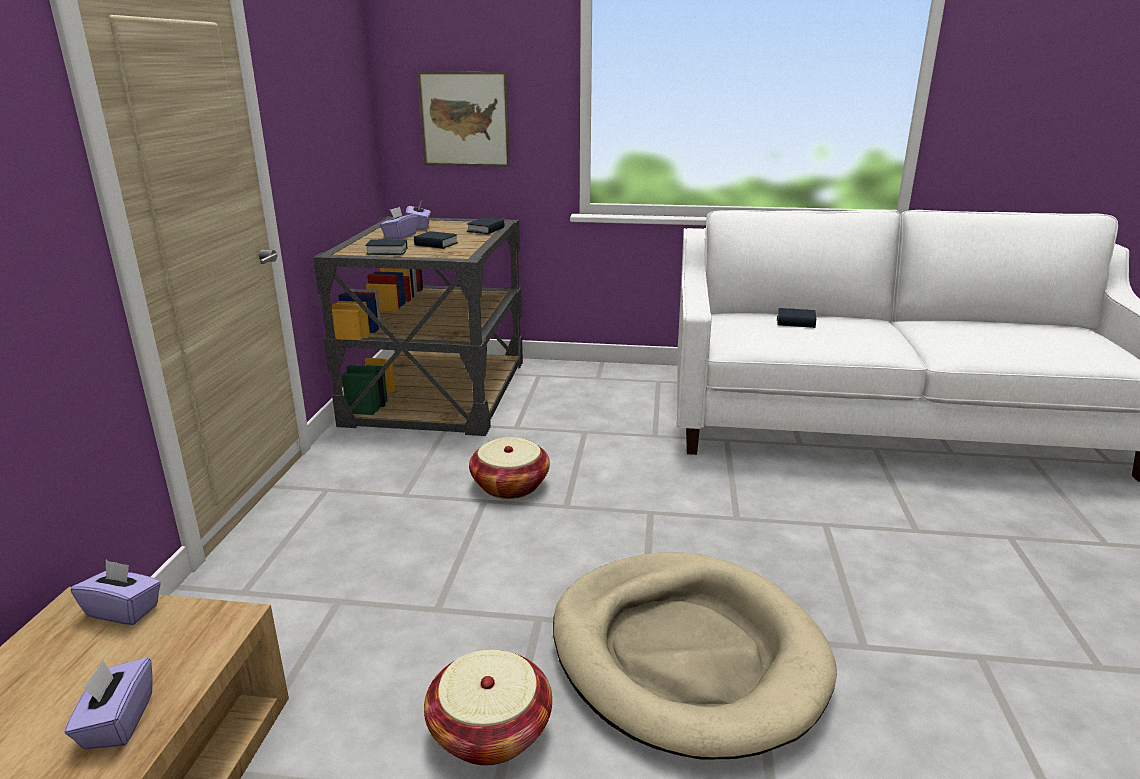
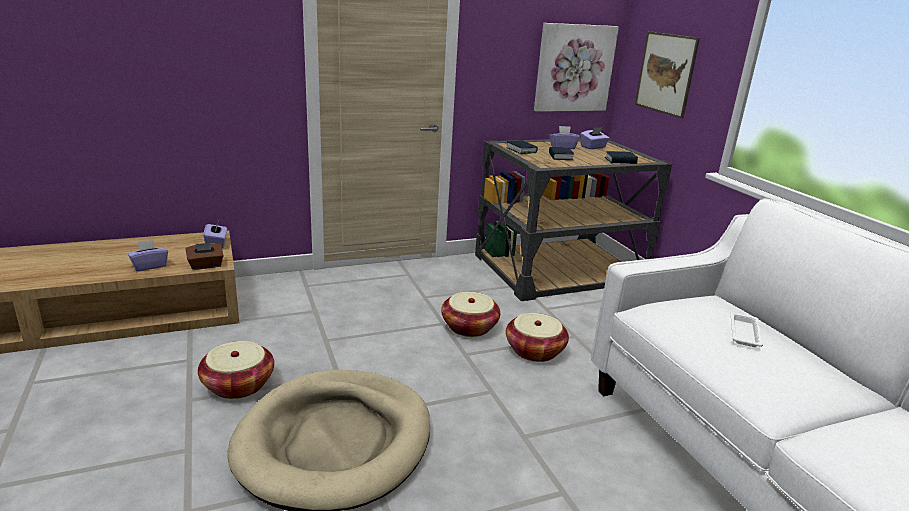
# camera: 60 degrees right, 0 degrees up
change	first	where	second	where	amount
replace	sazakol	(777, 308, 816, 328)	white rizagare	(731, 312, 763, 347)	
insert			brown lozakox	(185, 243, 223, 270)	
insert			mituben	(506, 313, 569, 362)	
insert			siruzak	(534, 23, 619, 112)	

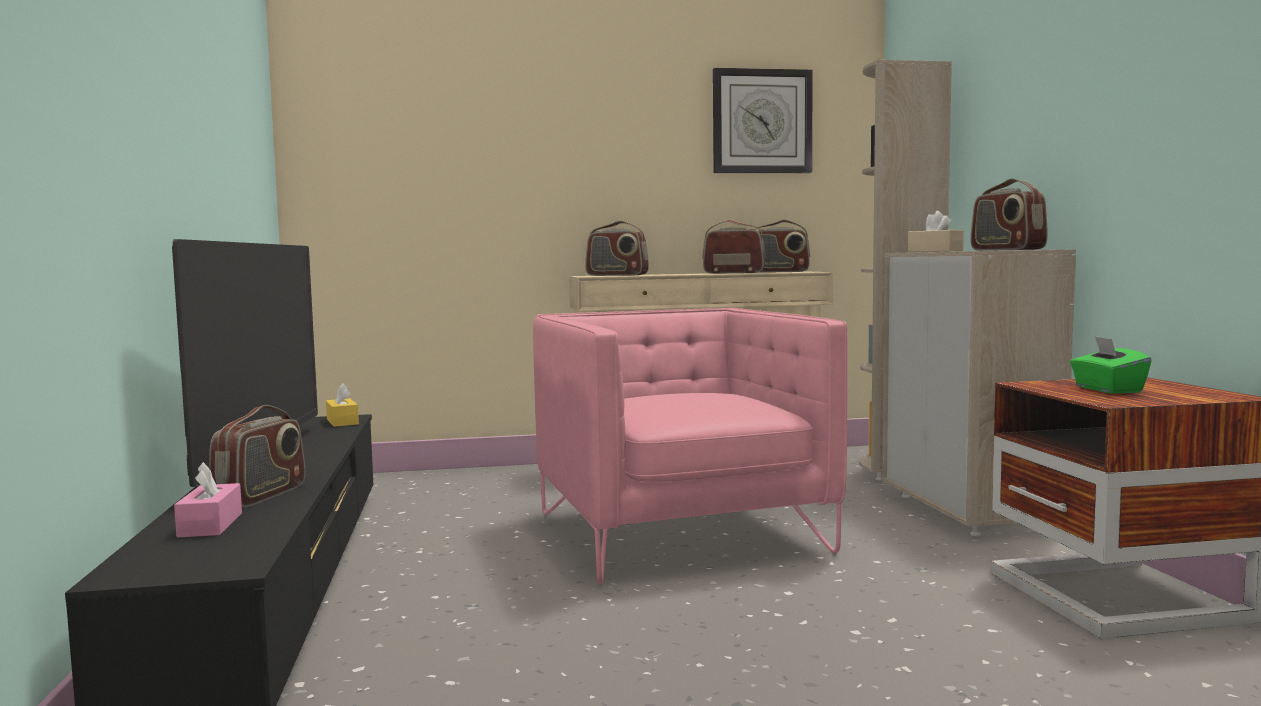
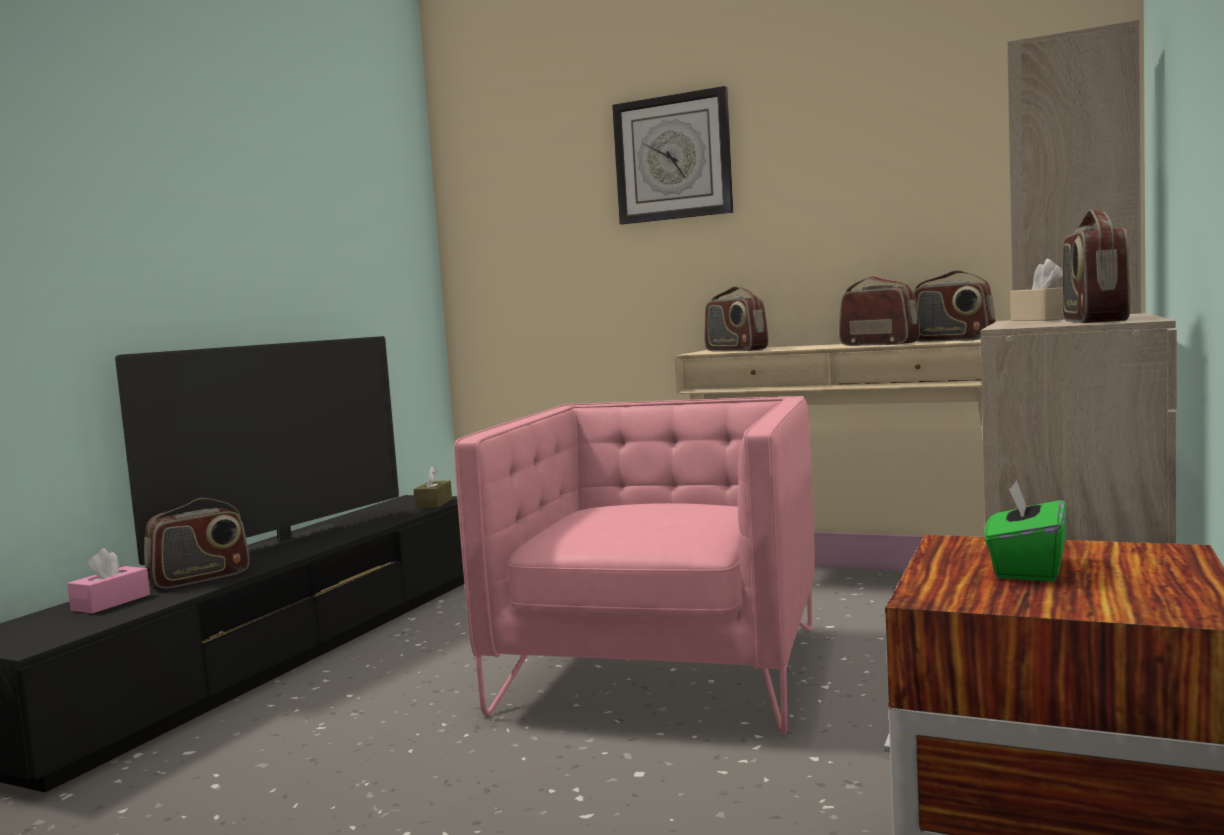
# camera: 35 degrees right, 0 degrees up
change	first	where	second	where	amount
recolor	yellow lozakox	(326, 383, 359, 427)	brown lozakox	(414, 466, 452, 509)	
move	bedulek	(713, 68, 813, 173)		(612, 86, 733, 225)	

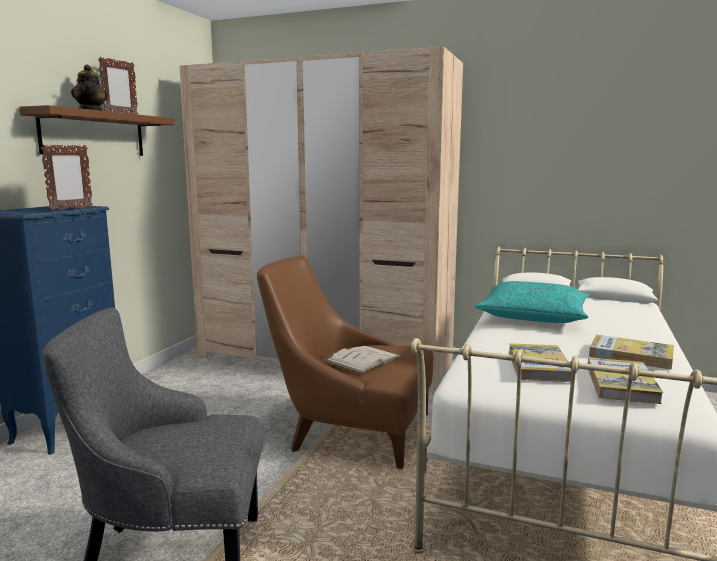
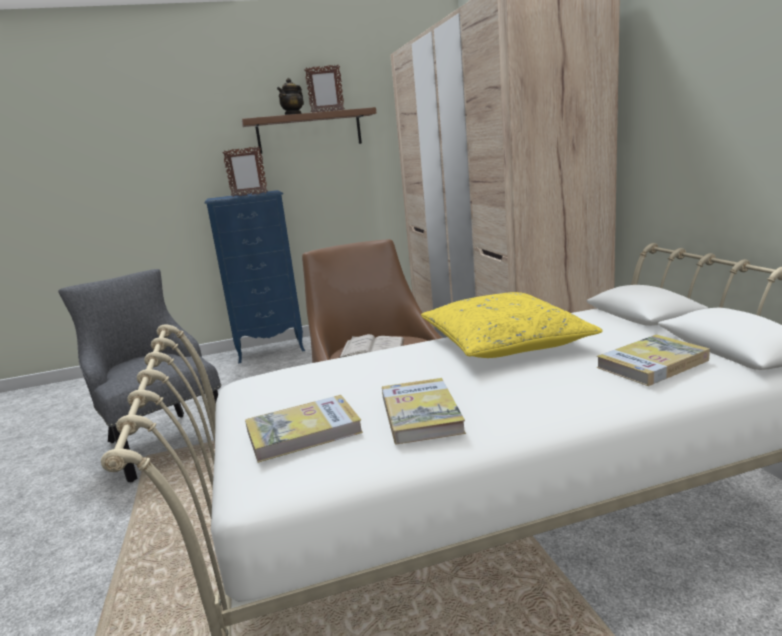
# camera: 55 degrees right, 5 degrees up
change	first	where	second	where	amount
recolor	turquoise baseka	(475, 281, 589, 323)	yellow baseka	(421, 292, 603, 358)	
move	sazakol	(508, 343, 572, 382)		(596, 334, 710, 386)	

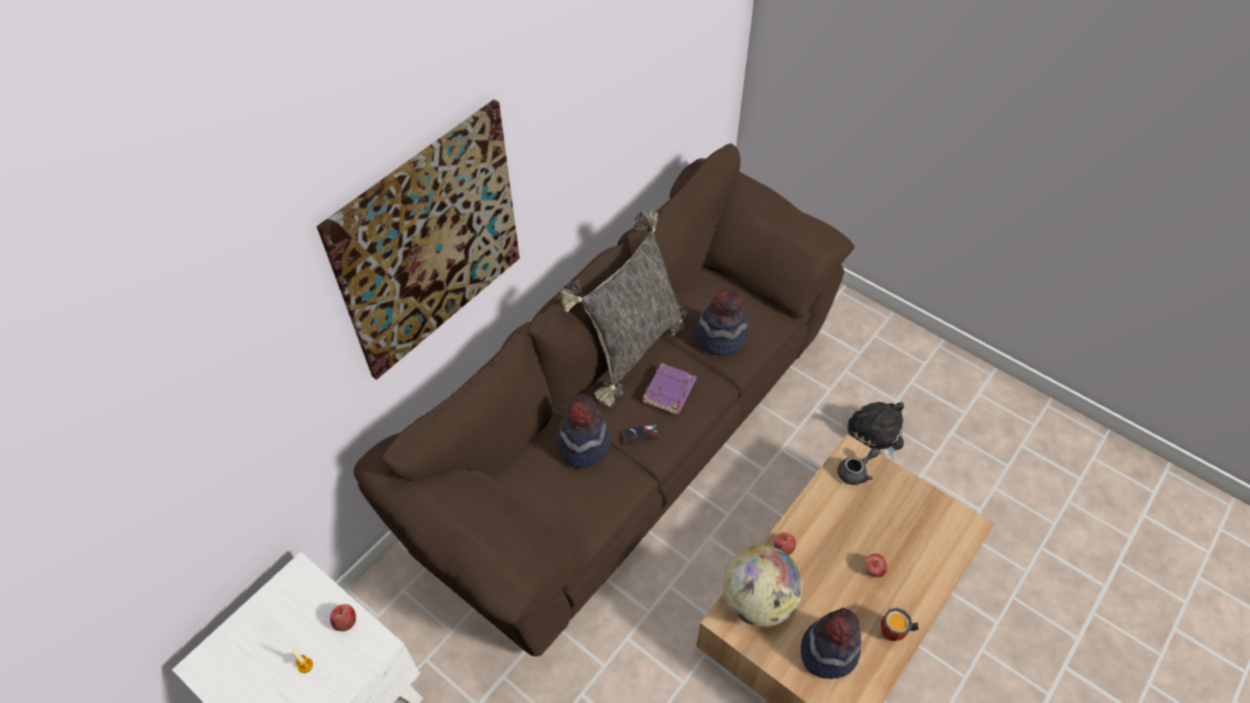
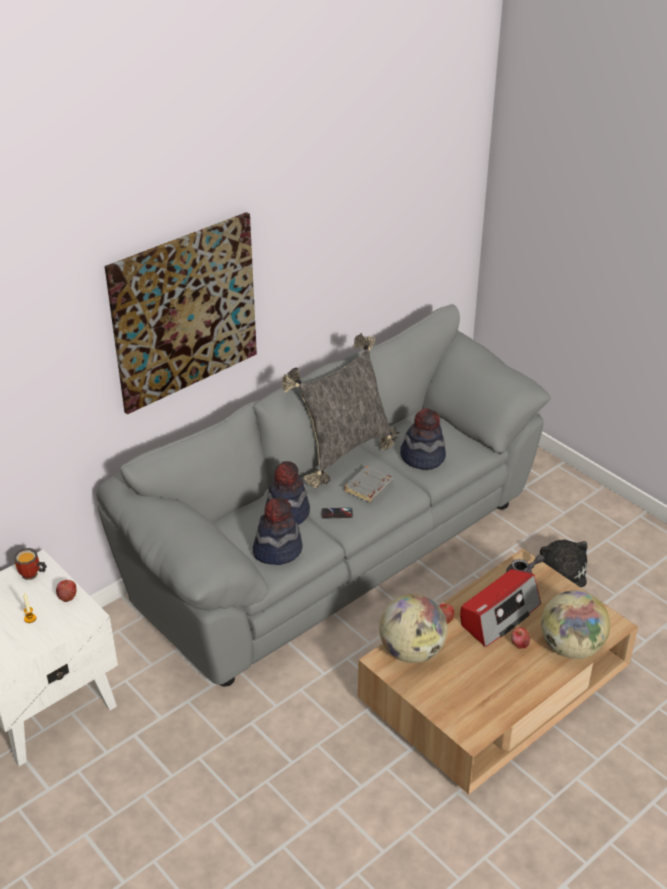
# camera: 10 degrees right, 15 degrees down
change	first	where	second	where	amount
recolor	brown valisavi	(354, 144, 855, 657)	grey valisavi	(96, 304, 551, 687)	
recolor	purple sazakol	(643, 363, 697, 415)	grey sazakol	(344, 466, 394, 503)	
move	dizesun	(801, 608, 861, 679)		(253, 497, 303, 565)	
move	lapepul	(881, 608, 919, 641)		(14, 548, 47, 580)	
insert			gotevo	(460, 569, 541, 647)	
insert			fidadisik	(541, 590, 610, 659)	

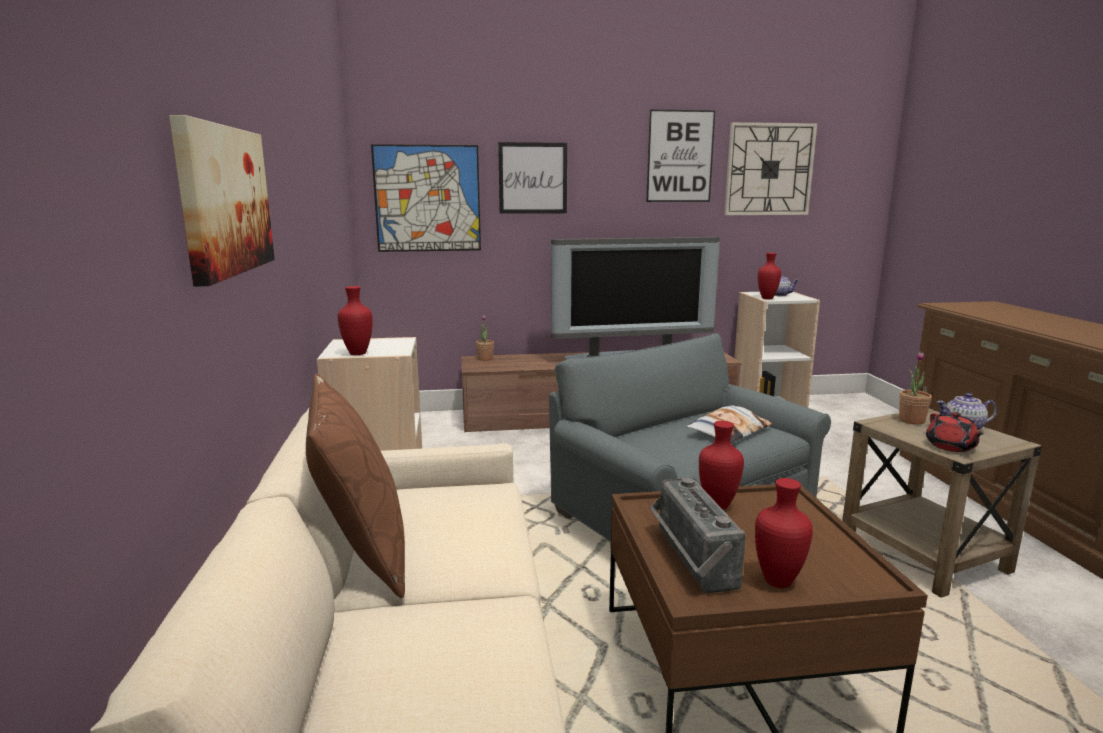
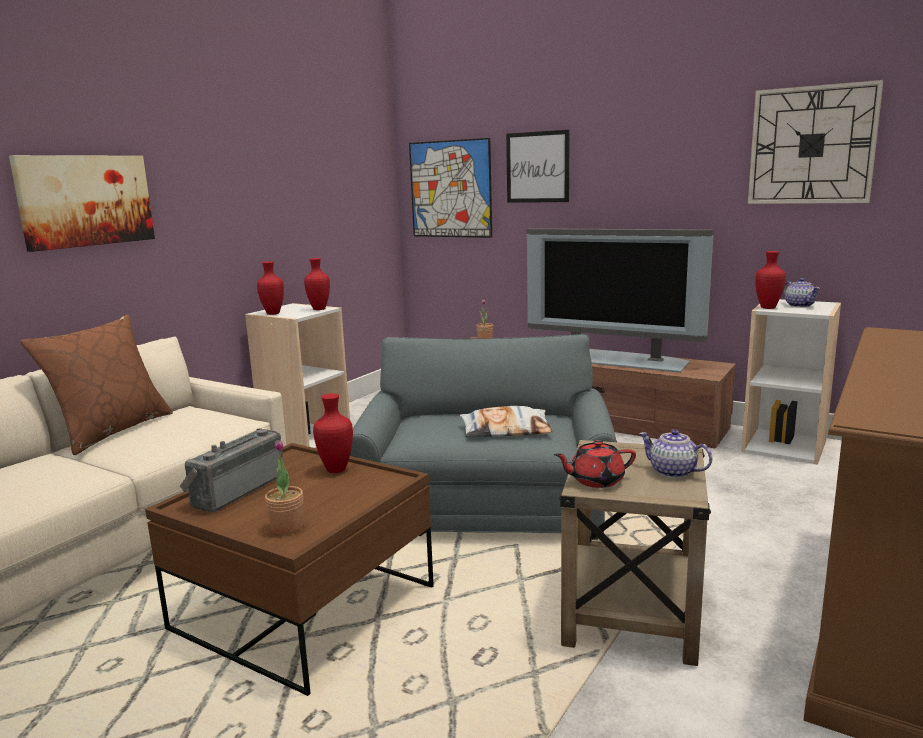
# camera: 40 degrees right, 0 degrees up
change	first	where	second	where	amount
delete	siruzak	(646, 109, 715, 202)			
move	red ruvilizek	(755, 478, 813, 588)		(304, 258, 330, 310)	
move	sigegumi	(899, 352, 932, 425)		(265, 439, 303, 535)	
rotate	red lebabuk	(926, 412, 984, 452)		(554, 440, 636, 488)	45 degrees clockwise

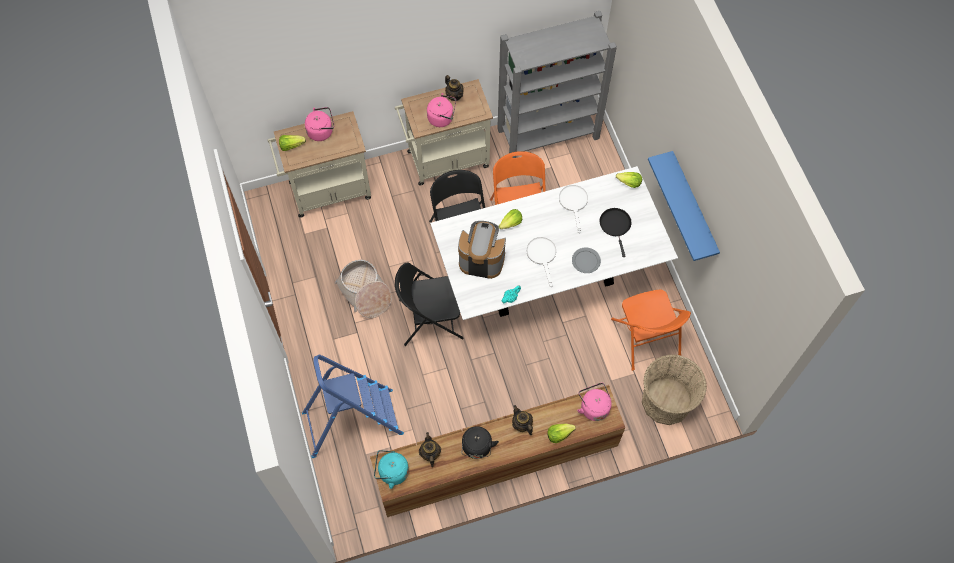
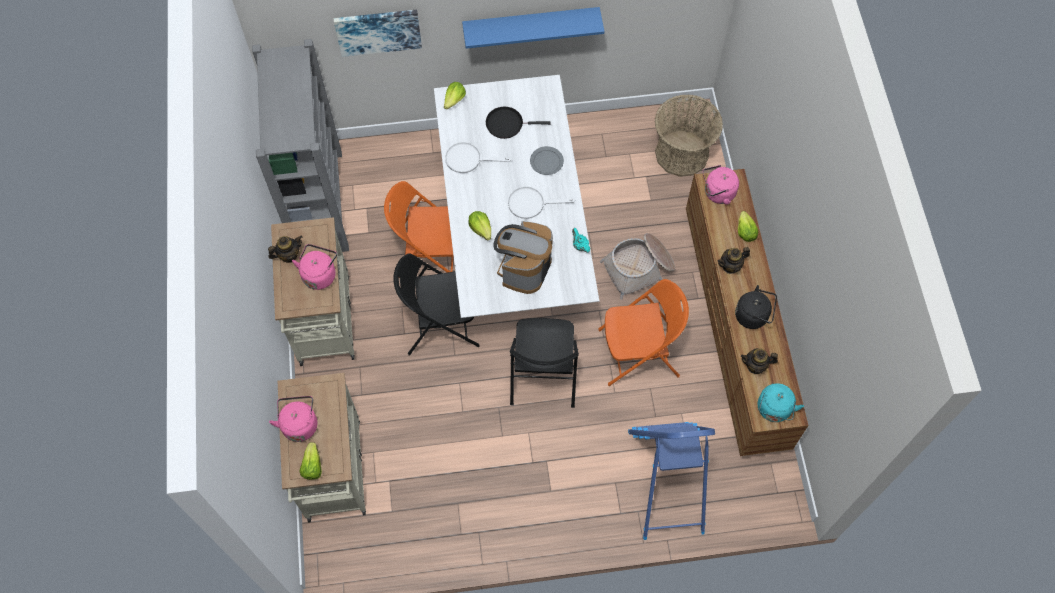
# camera: 80 degrees left, 0 degrees up
change	first	where	second	where	amount
move	mituben	(334, 260, 392, 318)		(600, 233, 675, 300)	
move	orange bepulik	(611, 290, 691, 371)		(598, 279, 689, 386)	
insert			siruzak	(334, 10, 422, 57)	

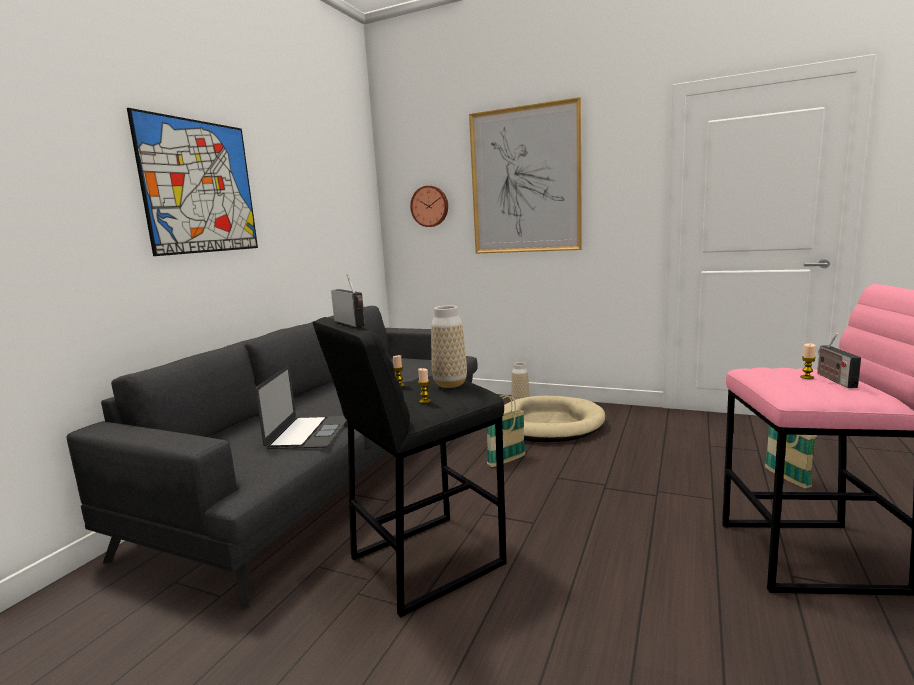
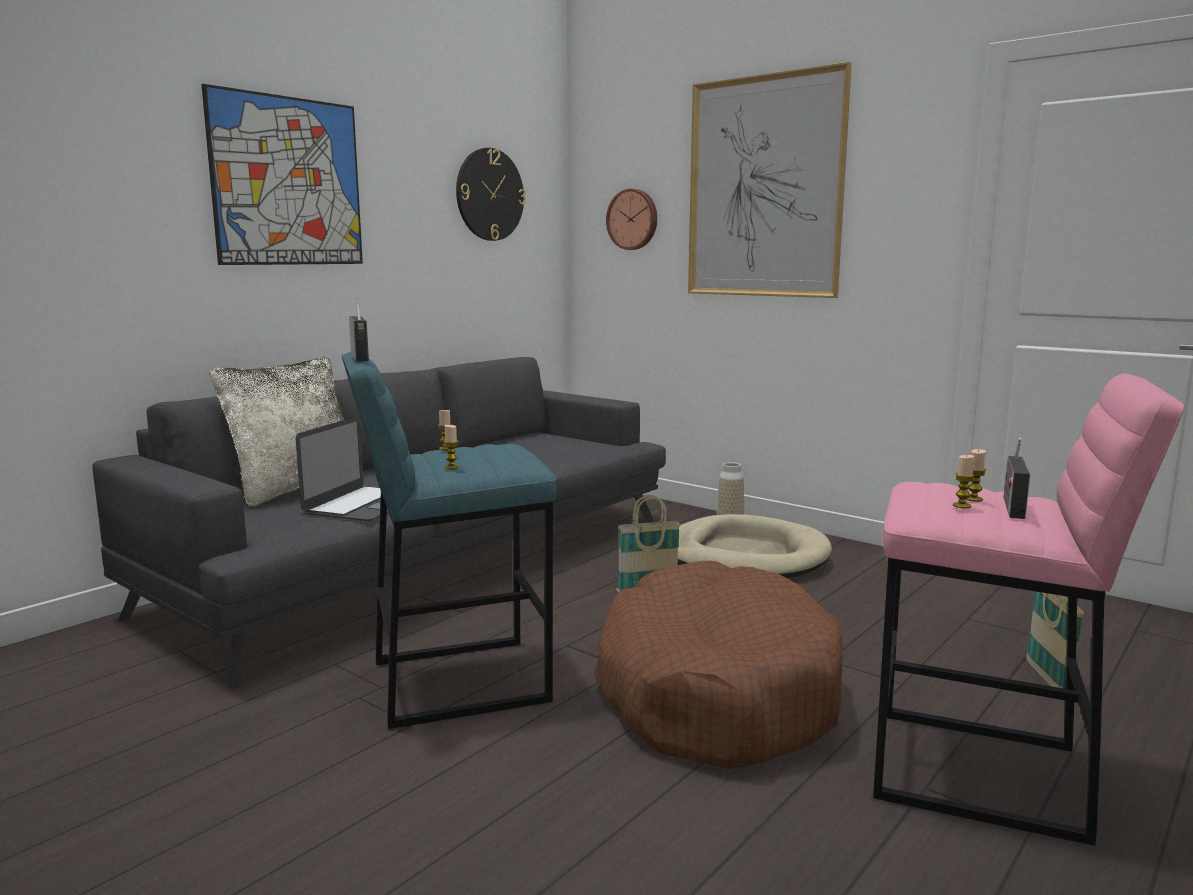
# camera: 15 degrees right, 0 degrees up
change	first	where	second	where	amount
recolor	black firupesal	(313, 317, 507, 618)	turquoise firupesal	(341, 352, 557, 729)	
delete	ruvilizek	(431, 305, 467, 388)			
insert			beige baseka	(209, 357, 344, 507)	
insert			bedulek	(456, 148, 526, 241)	
insert			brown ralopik	(594, 561, 843, 769)	
insert			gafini	(953, 455, 975, 508)	

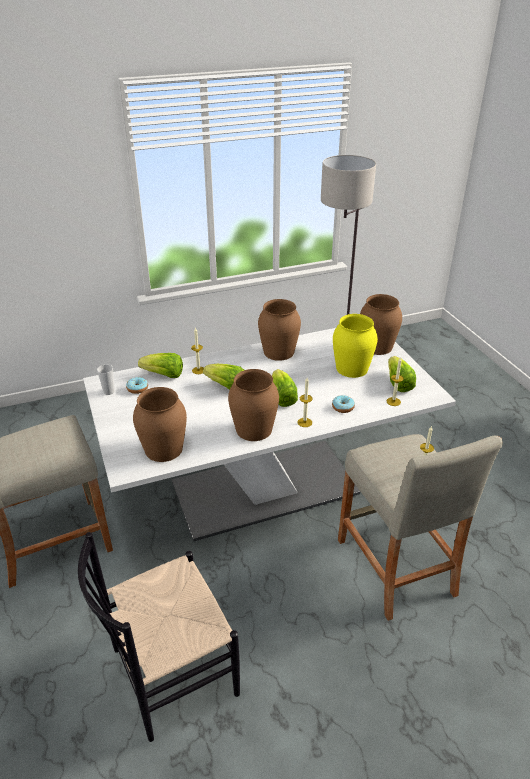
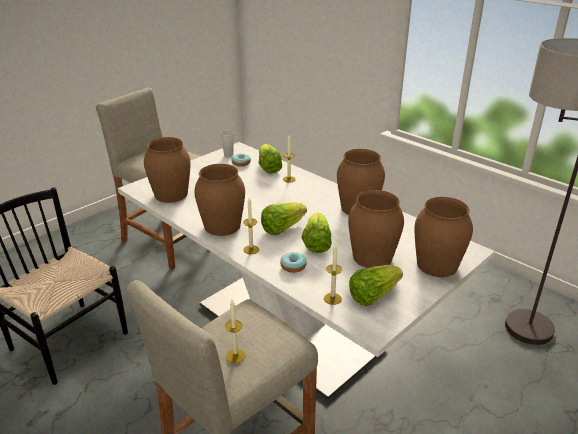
# camera: 65 degrees right, 5 degrees down
change	first	where	second	where	amount
move	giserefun	(203, 364, 244, 390)		(301, 212, 332, 253)	
recolor	yellow ruvilizek	(333, 314, 378, 378)	brown ruvilizek	(348, 190, 404, 268)	

